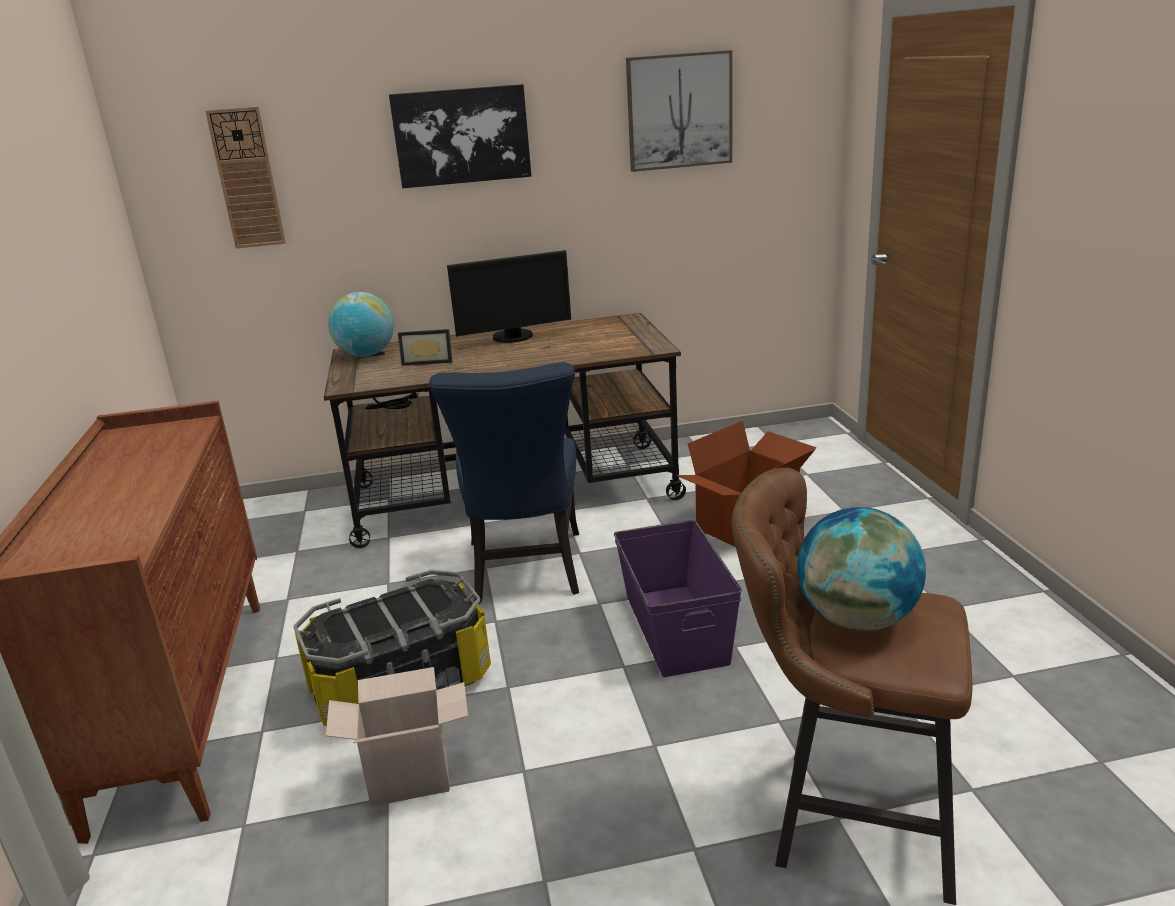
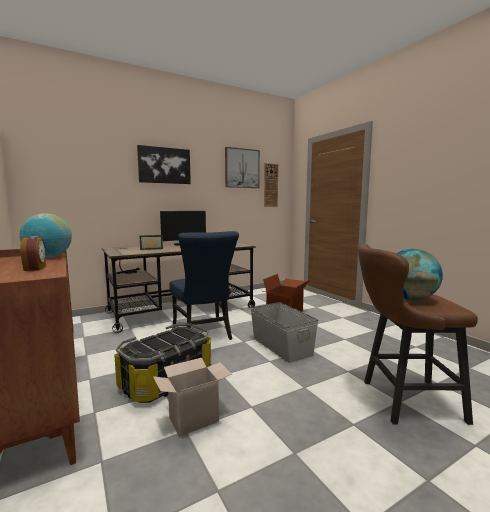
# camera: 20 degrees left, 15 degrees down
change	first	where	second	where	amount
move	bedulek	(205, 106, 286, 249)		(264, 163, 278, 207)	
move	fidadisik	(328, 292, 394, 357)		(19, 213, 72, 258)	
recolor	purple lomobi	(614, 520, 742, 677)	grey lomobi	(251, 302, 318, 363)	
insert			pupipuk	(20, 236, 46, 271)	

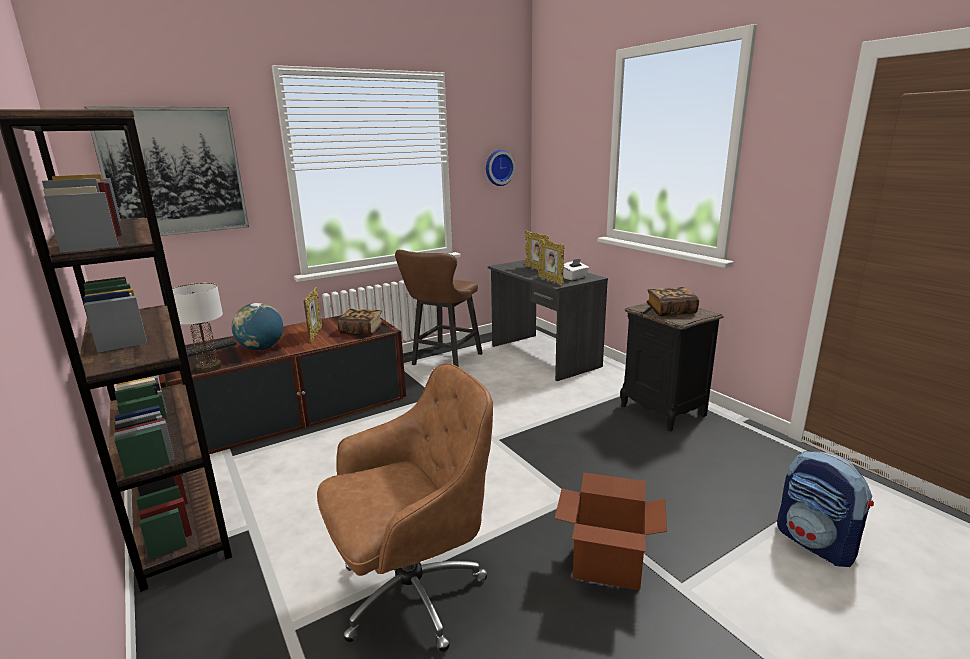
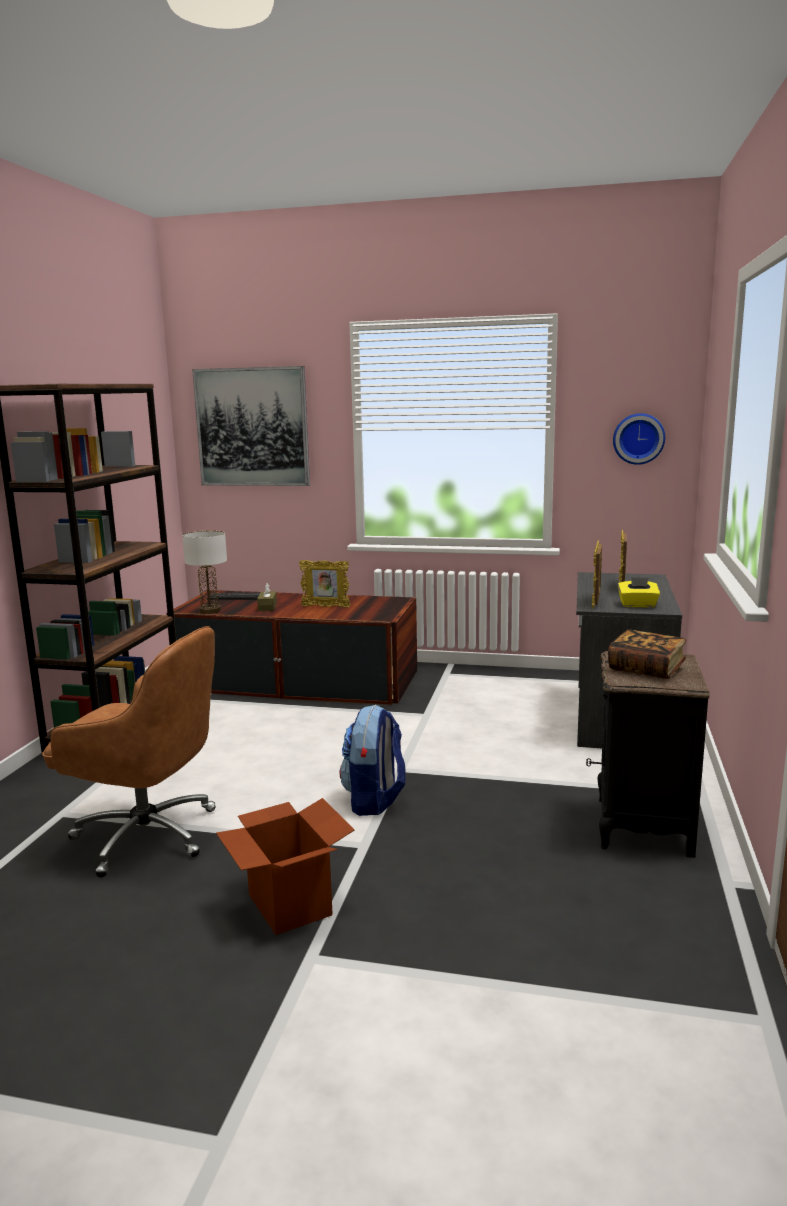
# camera: 45 degrees right, 5 degrees down
change	first	where	second	where	amount
replace	fidadisik	(232, 303, 283, 351)	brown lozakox	(257, 583, 277, 611)	
rotate	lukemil	(304, 287, 322, 342)		(299, 560, 350, 608)	60 degrees clockwise
delete	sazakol	(337, 309, 383, 335)			
delete	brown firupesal	(395, 250, 483, 367)			
recolor	white lozakox	(563, 258, 589, 280)	yellow lozakox	(618, 577, 660, 607)	
move	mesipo	(777, 451, 874, 567)		(340, 705, 406, 816)	

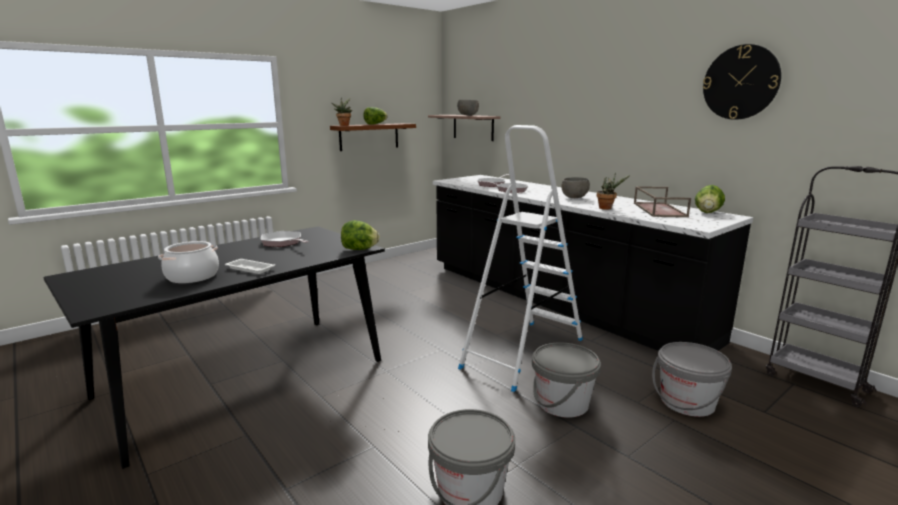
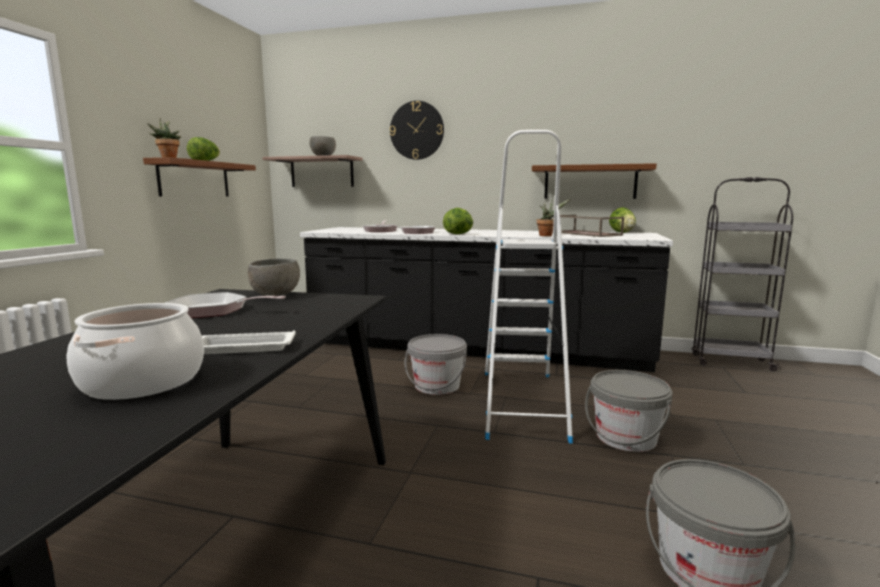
# camera: 35 degrees left, 5 degrees down
change	first	where	second	where	amount
move	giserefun	(341, 220, 380, 250)		(443, 208, 473, 234)	
move	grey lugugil	(561, 177, 590, 198)		(248, 258, 300, 296)	
move	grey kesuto	(652, 342, 732, 417)		(404, 334, 467, 395)	
move	bedulek	(703, 44, 781, 120)		(390, 101, 444, 160)	
insert			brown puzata	(532, 163, 657, 199)	

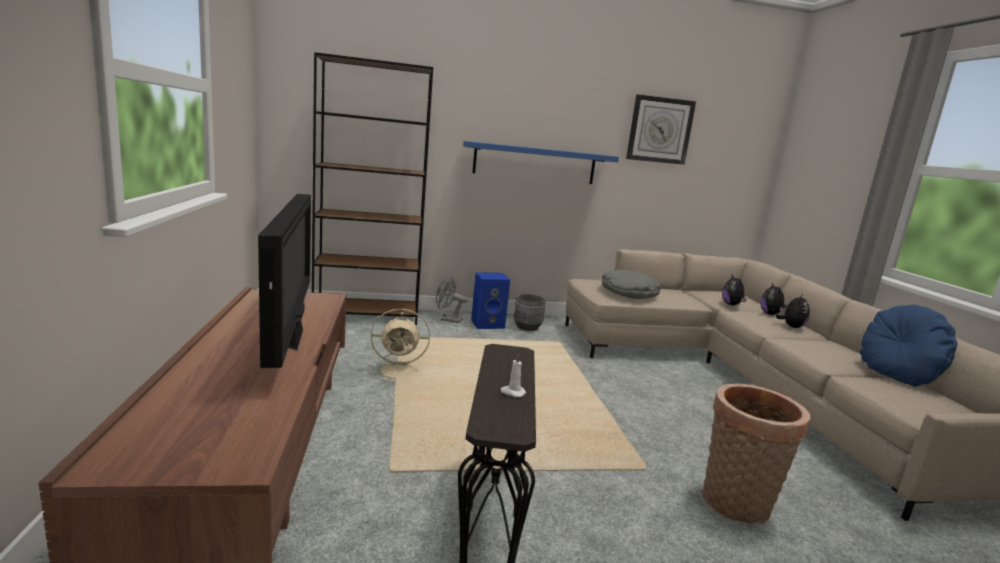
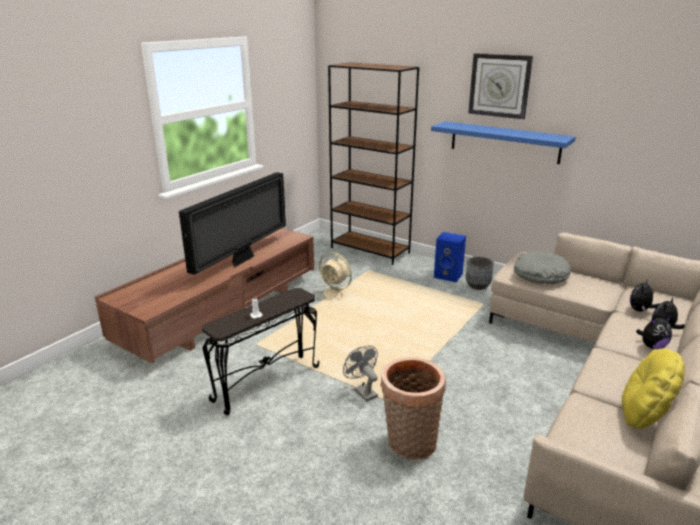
# camera: 45 degrees right, 10 degrees up
change	first	where	second	where	amount
move	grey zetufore	(436, 277, 467, 323)		(343, 346, 378, 402)	
move	bedulek	(626, 94, 696, 165)		(468, 53, 533, 119)	
recolor	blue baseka	(859, 304, 957, 387)	yellow baseka	(622, 349, 685, 429)	

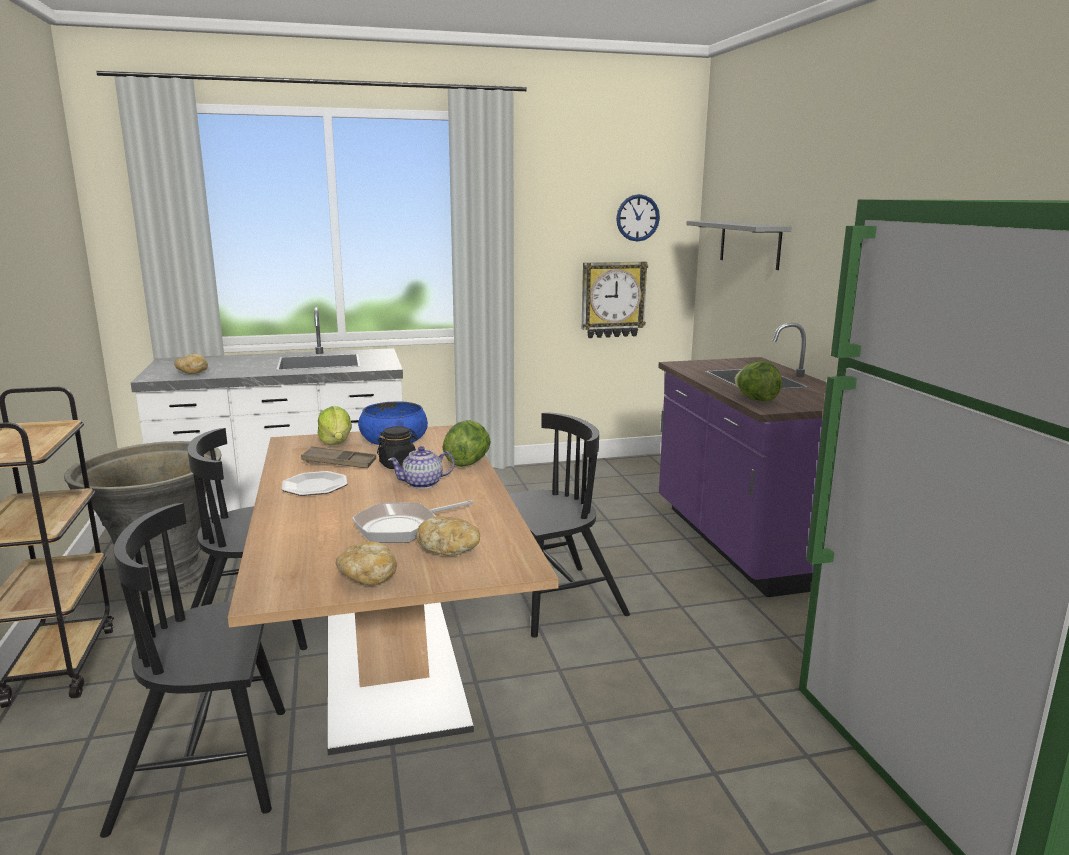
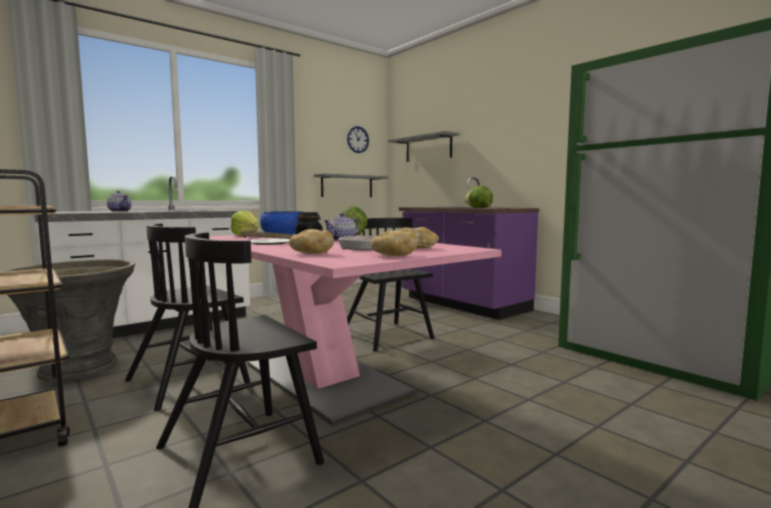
# camera: 25 degrees left, 10 degrees down
change	first	where	second	where	amount
move	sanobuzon	(174, 353, 208, 374)		(289, 229, 334, 254)	
recolor	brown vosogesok	(228, 425, 559, 755)	pink vosogesok	(209, 234, 501, 426)	
rotate	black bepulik	(508, 412, 630, 638)		(347, 218, 435, 352)	75 degrees counterclockwise
replace	bedulek	(582, 262, 648, 338)	grey puzata	(314, 174, 389, 197)	
insert			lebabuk	(107, 191, 132, 212)	

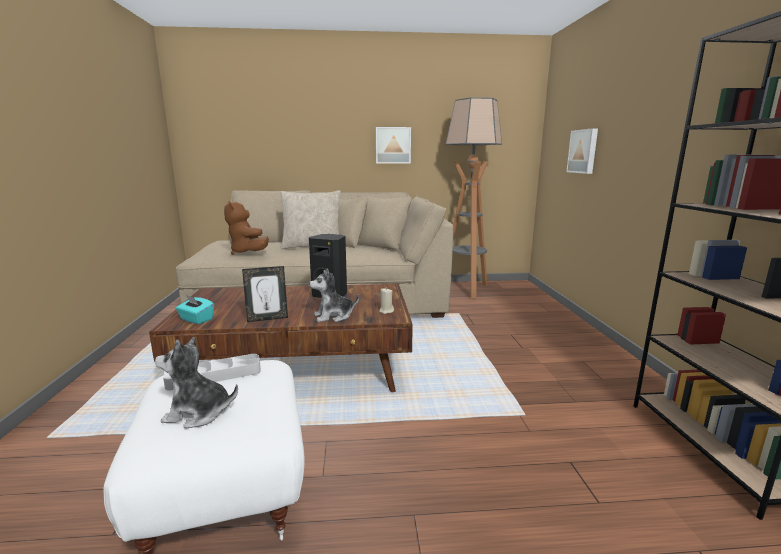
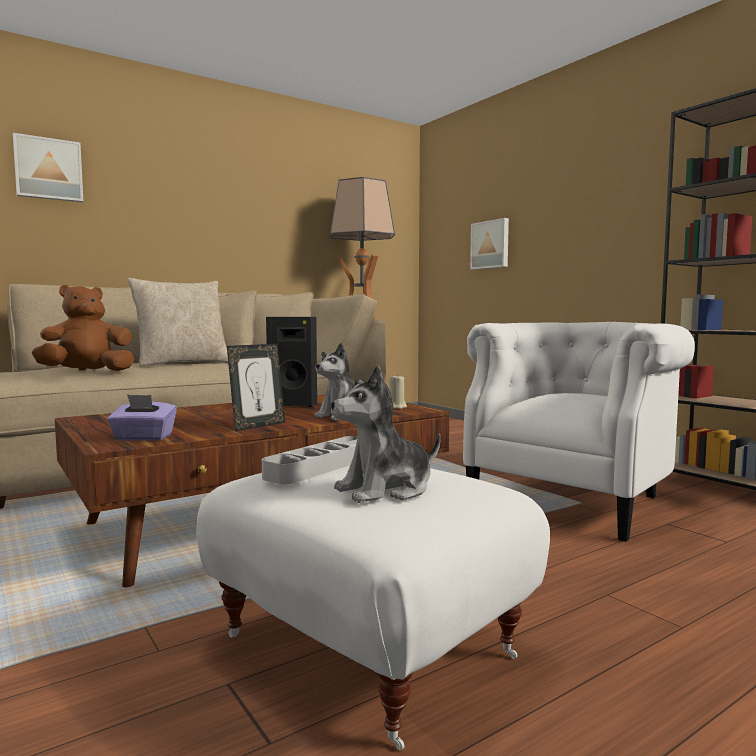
# camera: 30 degrees left, 10 degrees down
change	first	where	second	where	amount
recolor	turquoise lozakox	(176, 295, 214, 324)	purple lozakox	(107, 394, 177, 441)	
rotate	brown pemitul	(224, 201, 269, 255)		(32, 285, 135, 371)	120 degrees clockwise
move	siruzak	(376, 127, 411, 164)		(13, 133, 83, 202)	
insert			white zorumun	(463, 322, 695, 542)	

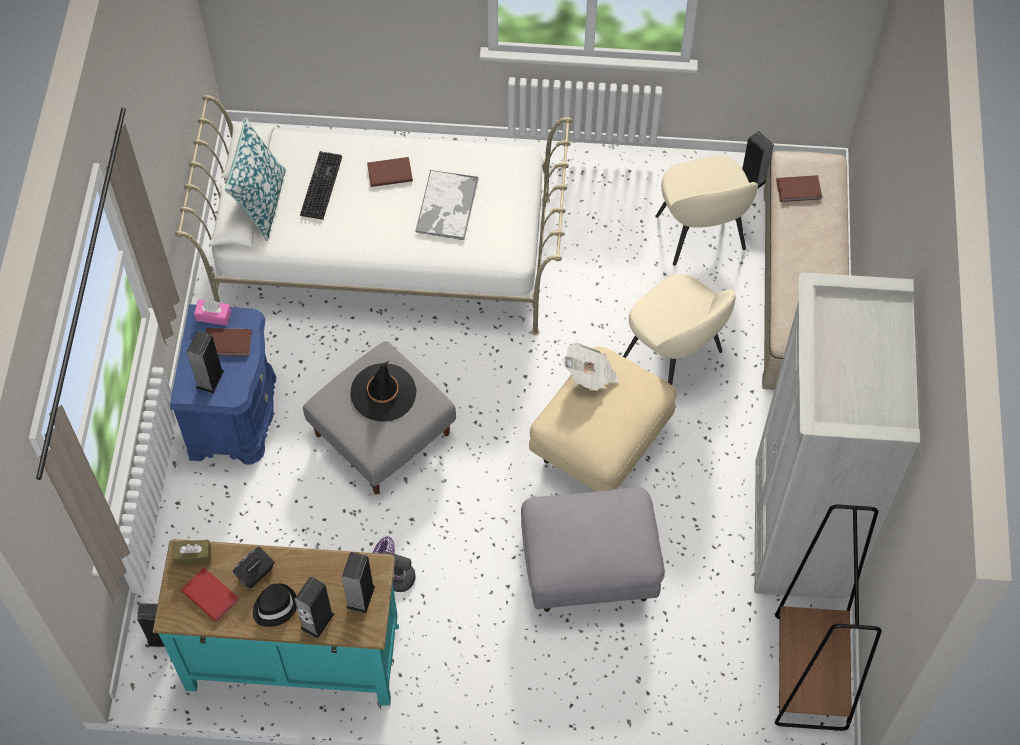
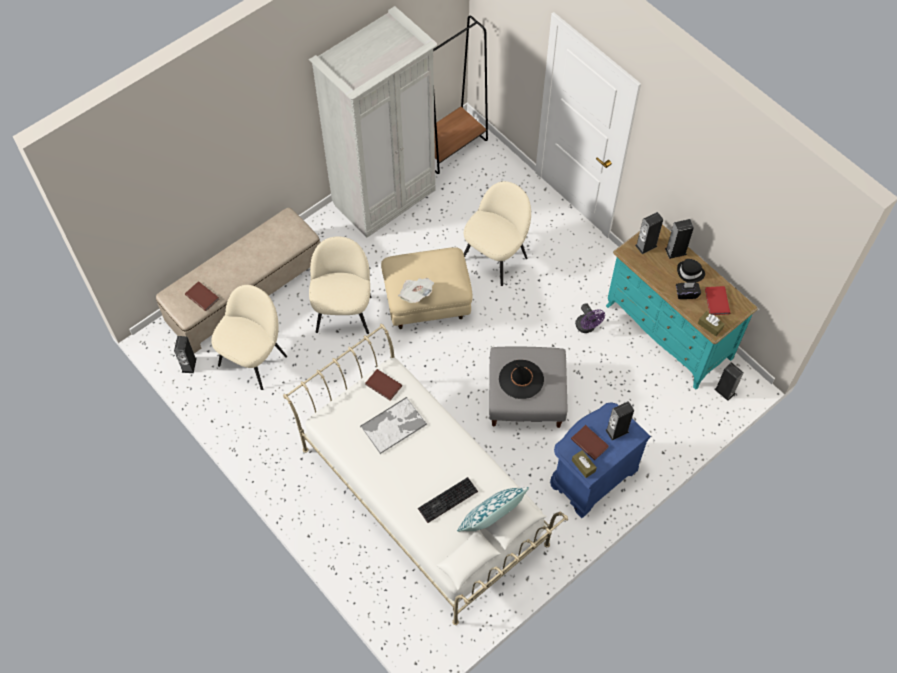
# camera: 135 degrees left, 0 degrees up
change	first	where	second	where	amount
recolor	pink lozakox	(194, 299, 231, 326)	brown lozakox	(572, 450, 597, 478)	
move	brown sazakol	(367, 157, 413, 187)		(365, 369, 402, 401)	
replace	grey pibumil	(521, 487, 665, 612)	beige bepulik	(464, 181, 531, 286)	

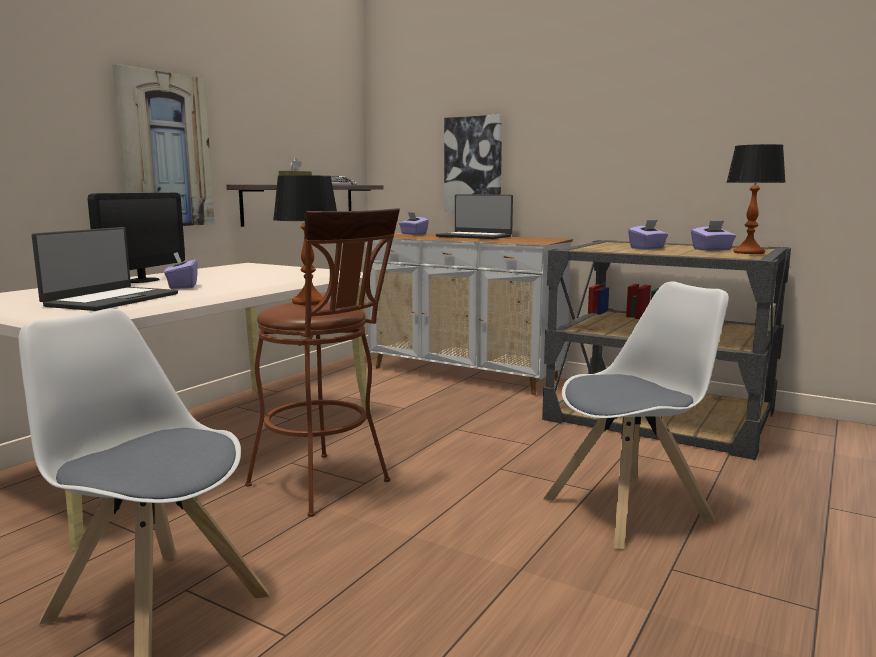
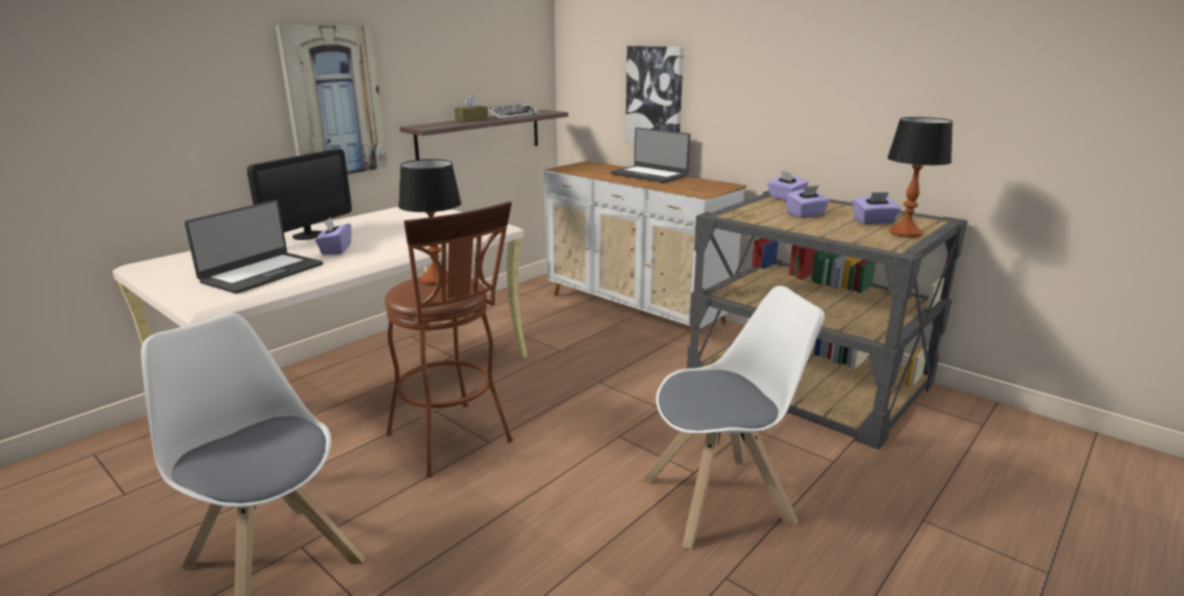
# camera: 10 degrees right, 10 degrees up
change	first	where	second	where	amount
move	purple lozakox	(399, 212, 429, 235)		(767, 170, 808, 201)	

